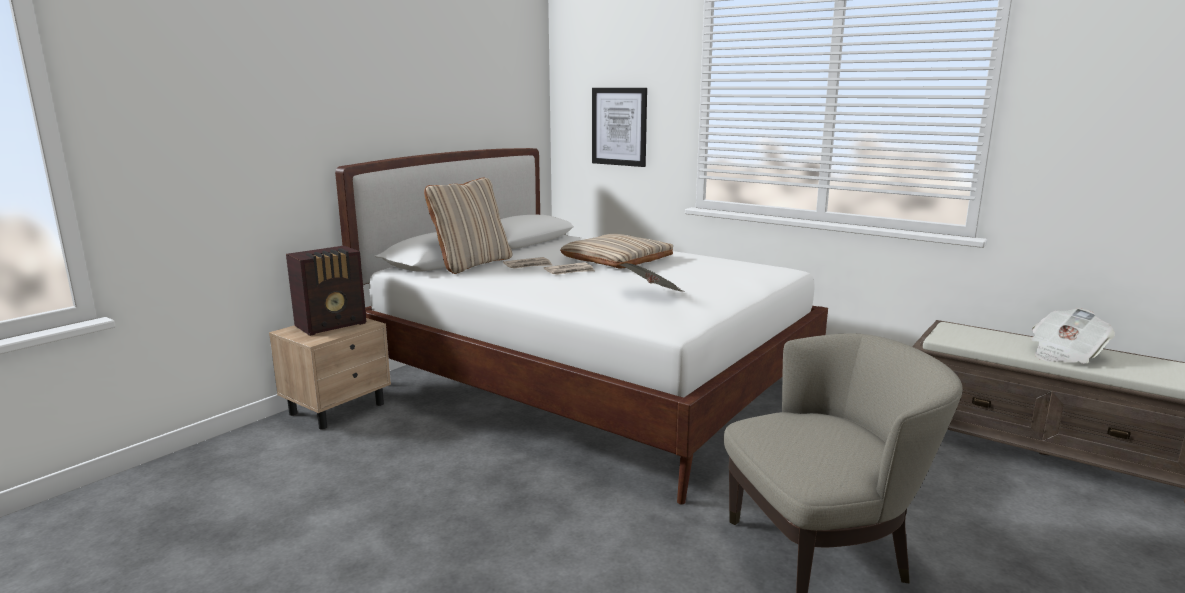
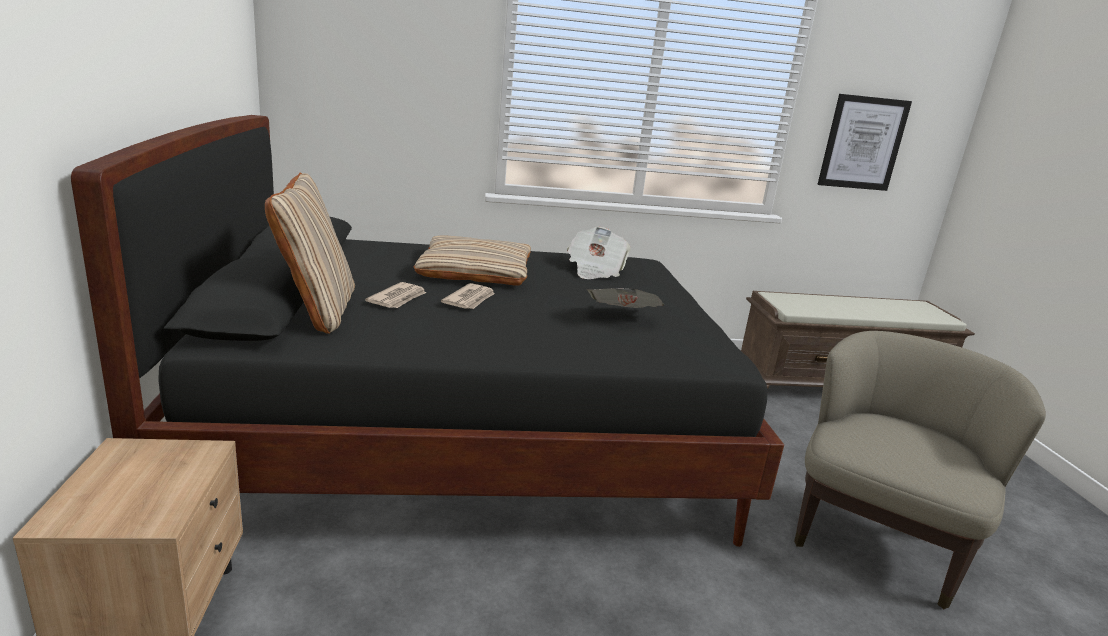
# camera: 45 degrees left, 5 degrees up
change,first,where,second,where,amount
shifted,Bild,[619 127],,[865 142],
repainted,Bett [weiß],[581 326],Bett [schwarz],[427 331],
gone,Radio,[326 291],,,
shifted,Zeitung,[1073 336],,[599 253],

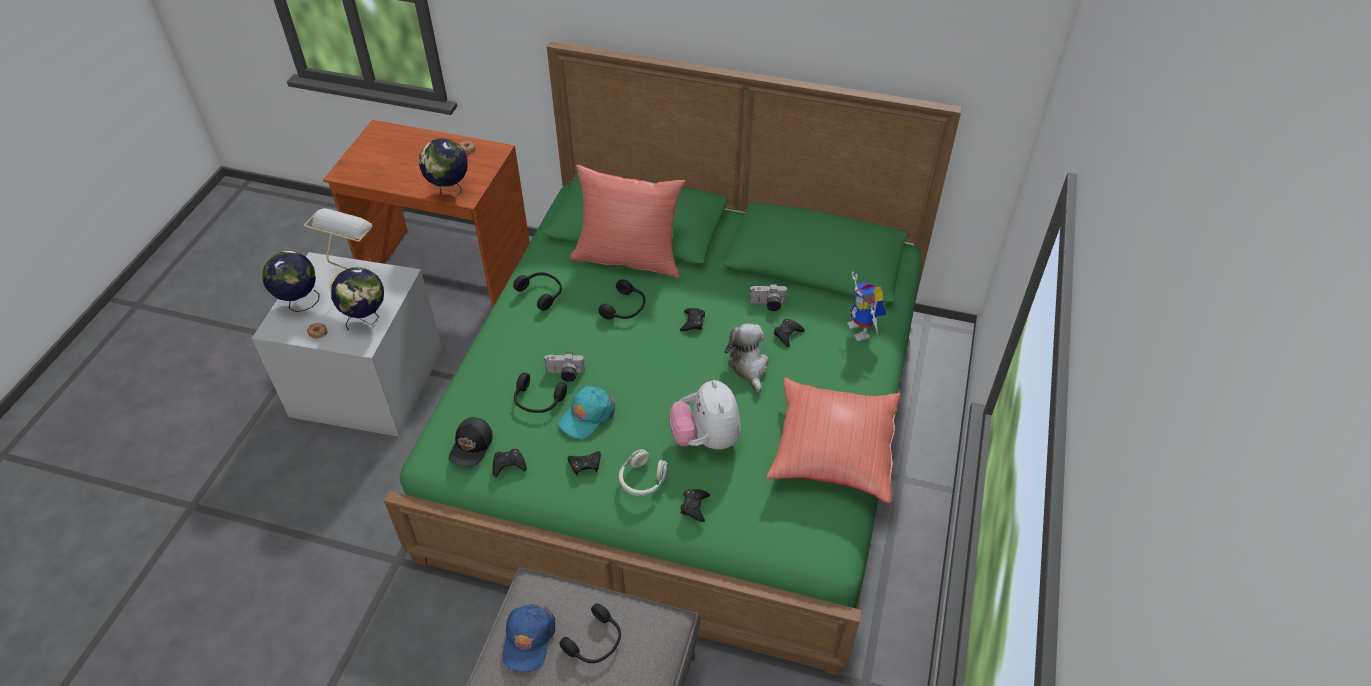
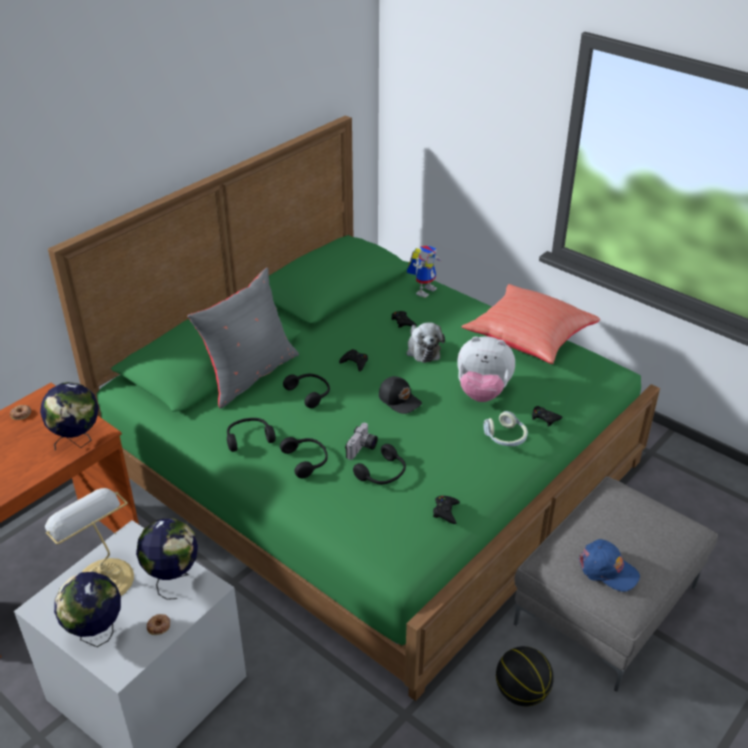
# camera: 65 degrees left, 10 degrees down
change,first,where,second,where,amount
repainted,Kissen [rot],[628 221],Kissen [grau],[243 338],
rotated,Spielzeugroboter,[866 307],,[424 271],60 degrees counterclockwise
gone,Kamera,[768 297],,,
rotated,Plüschtier,[747 358],,[425 342],120 degrees counterclockwise
gone,Kappe [türkis],[586 412],,,
shifted,Kappe [schwarz],[471 442],,[400 395],
gone,Gamepad [schwarz],[584 463],,,
shifted,Kopfhörer [schwarz],[590 633],,[304 457],
new,,,Basketball,[525 676],

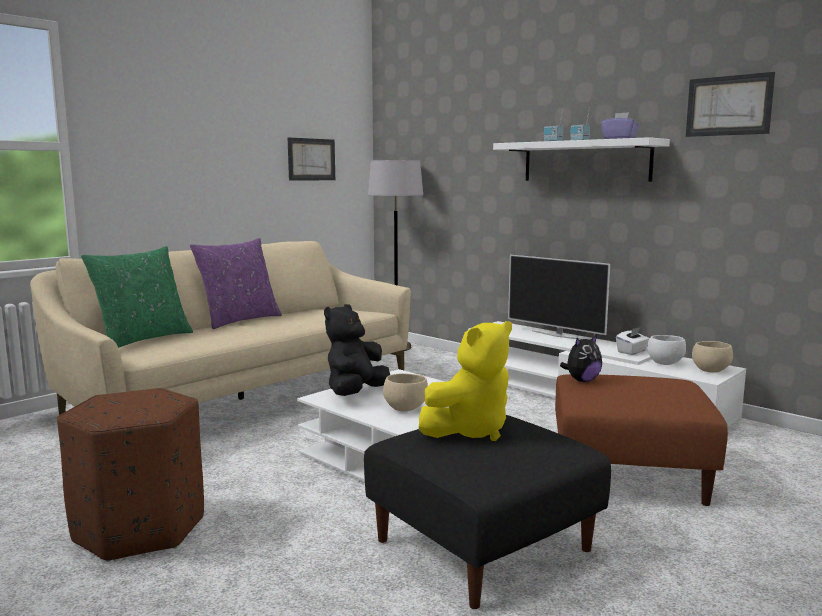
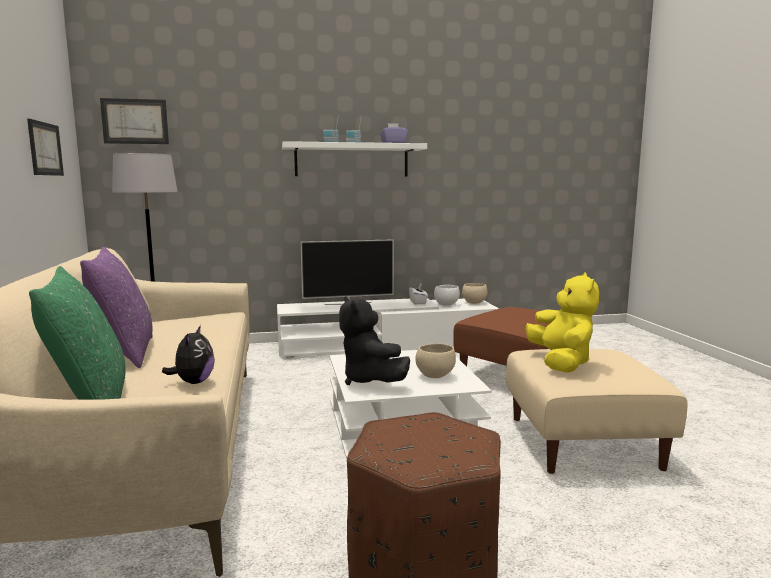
# camera: 55 degrees left, 0 degrees up
change,first,where,second,where,amount
shifted,Bild,[730 104],,[134 121],
shifted,Plüschtier,[581 358],,[188 354],
repainted,Polsterhocker [schwarz],[487 512],Polsterhocker [beige],[597 411],

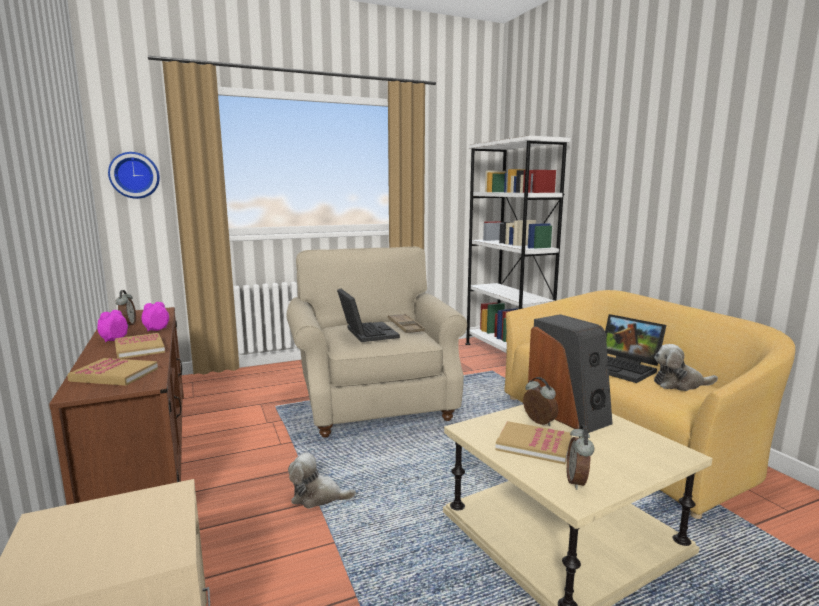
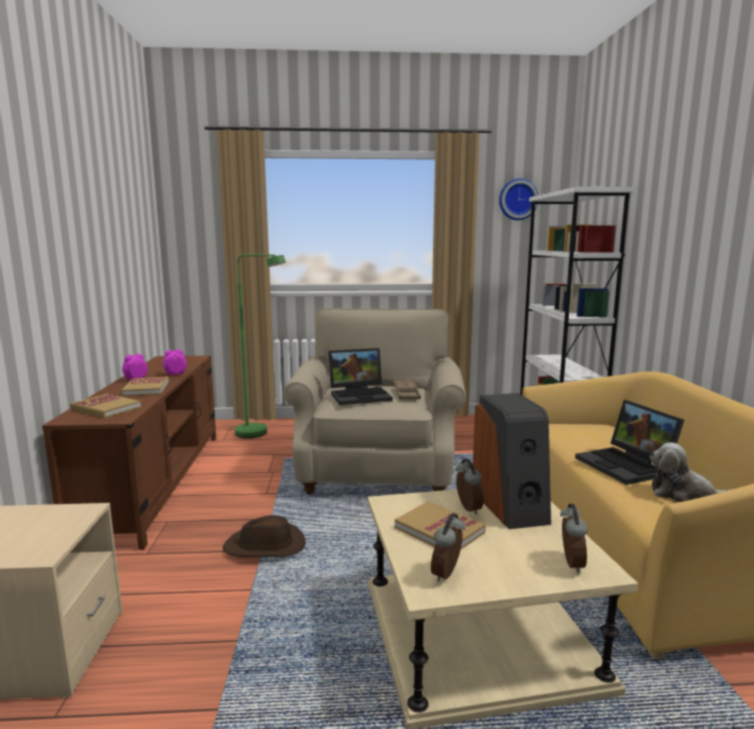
# camera: 20 degrees right, 0 degrees up
change,first,where,second,where,amount
shifted,Wanduhr,[134 175],,[518 199],
rotated,Laptop,[368 315],,[360 376],75 degrees clockwise
shifted,Wecker,[126 308],,[573 538],
swapped,Plüschtier,[322 481],Hut [braun],[264 536],
new,,,Stehlampe [grün],[260 346],

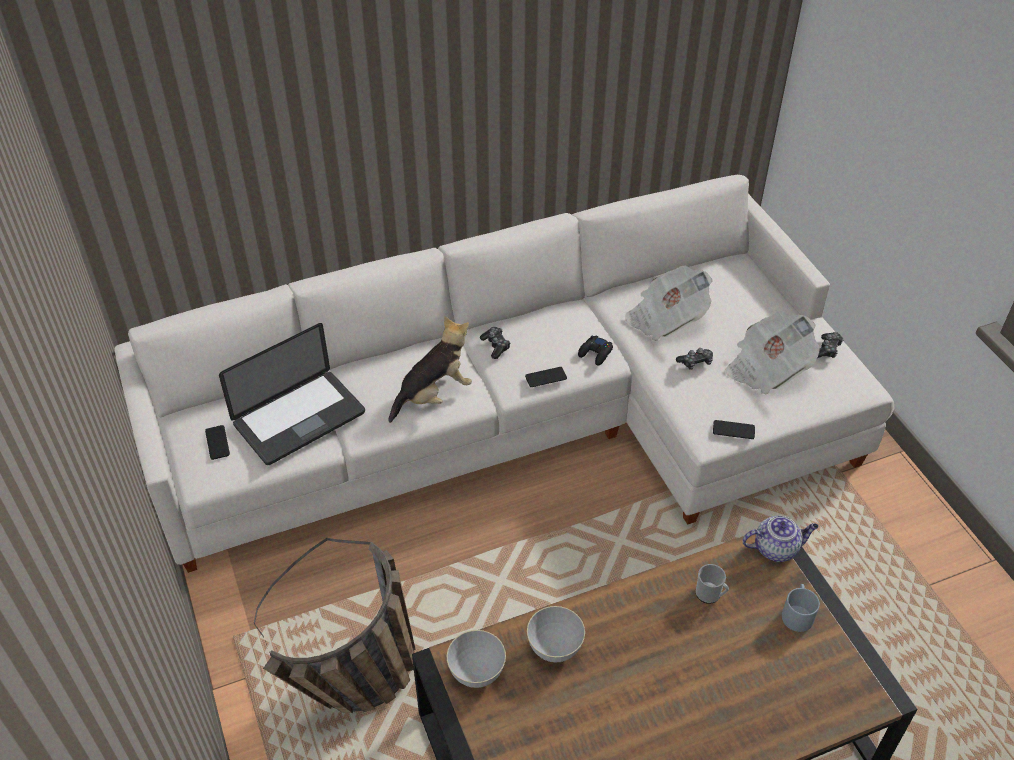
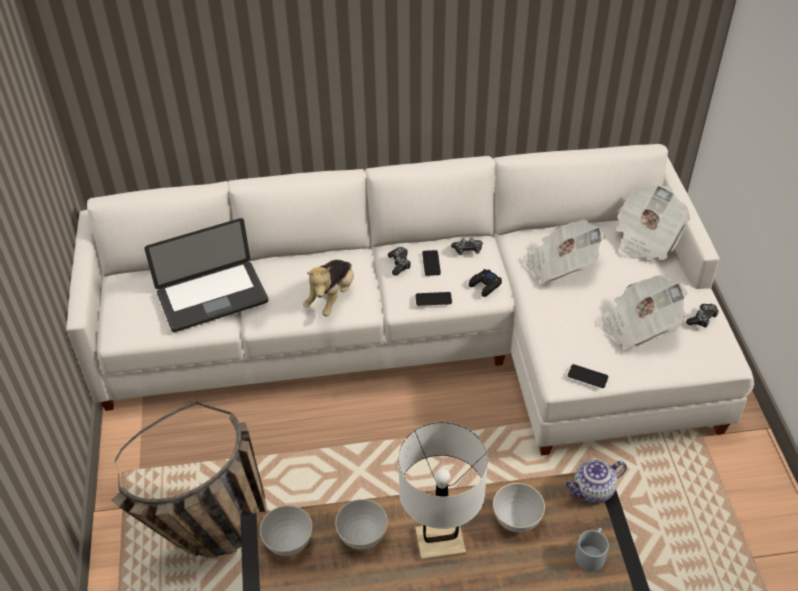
# camera: 15 degrees right, 0 degrees up
change,first,where,second,where,amount
rotated,Plüschtier,[430 370],,[328 288],135 degrees clockwise
shifted,Gamepad,[694 359],,[467 246],
shifted,Handy,[217 442],,[431 263],
rotated,Teekanne,[780 539],,[596 481],150 degrees clockwise
swapped,Henkelbecher,[712 584],Schüssel [grau],[519 508],
new,,,Zeitung,[653 222],
new,,,Tischlampe [weiß],[443 491],

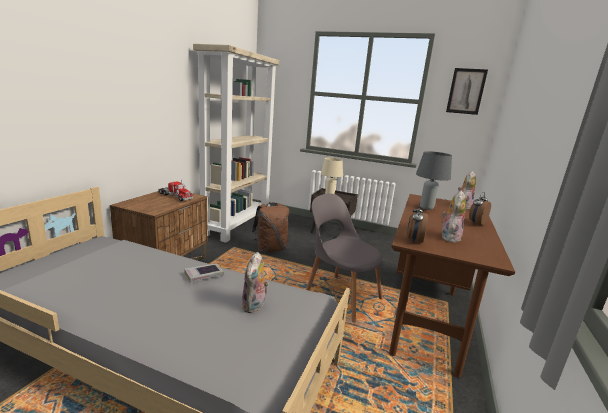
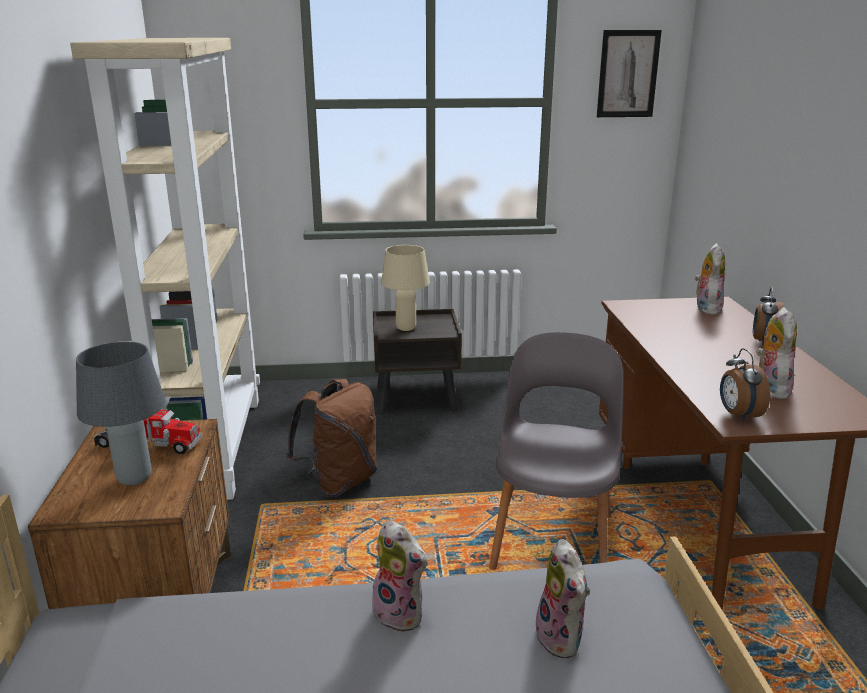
# camera: 25 degrees left, 5 degrees up
change,first,where,second,where,amount
shifted,Tischlampe [grau],[434 180],,[120 413],
rotated,Stuhl [grau],[344 258],,[556 451],90 degrees clockwise
swapped,Buch,[204 272],Plüschtier,[400 576],

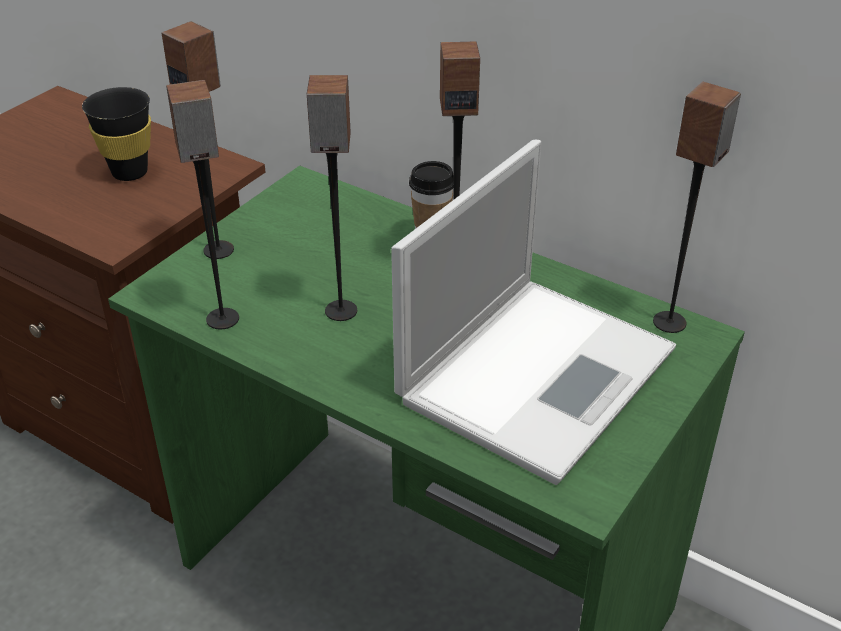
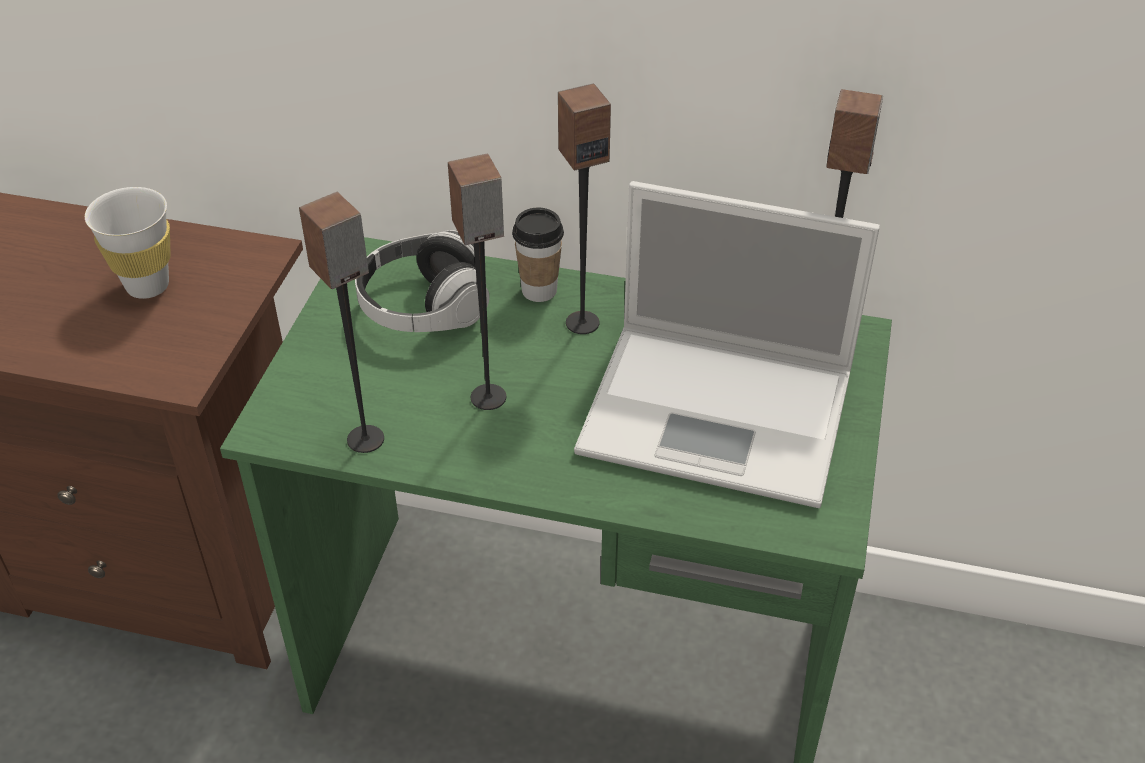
# camera: 20 degrees left, 5 degrees up
change,first,where,second,where,amount
gone,Lautsprecher,[198 140],,,
repainted,Tasse [schwarz],[116 134],Tasse [weiß],[128 243],
rotated,Laptop,[533 312],,[727 344],90 degrees clockwise
new,,,Kopfhörer,[422 281],

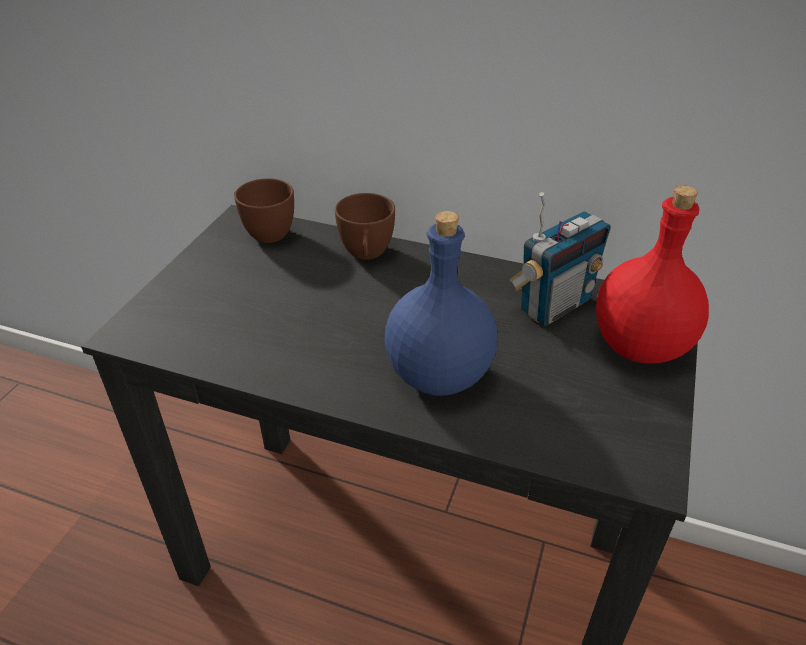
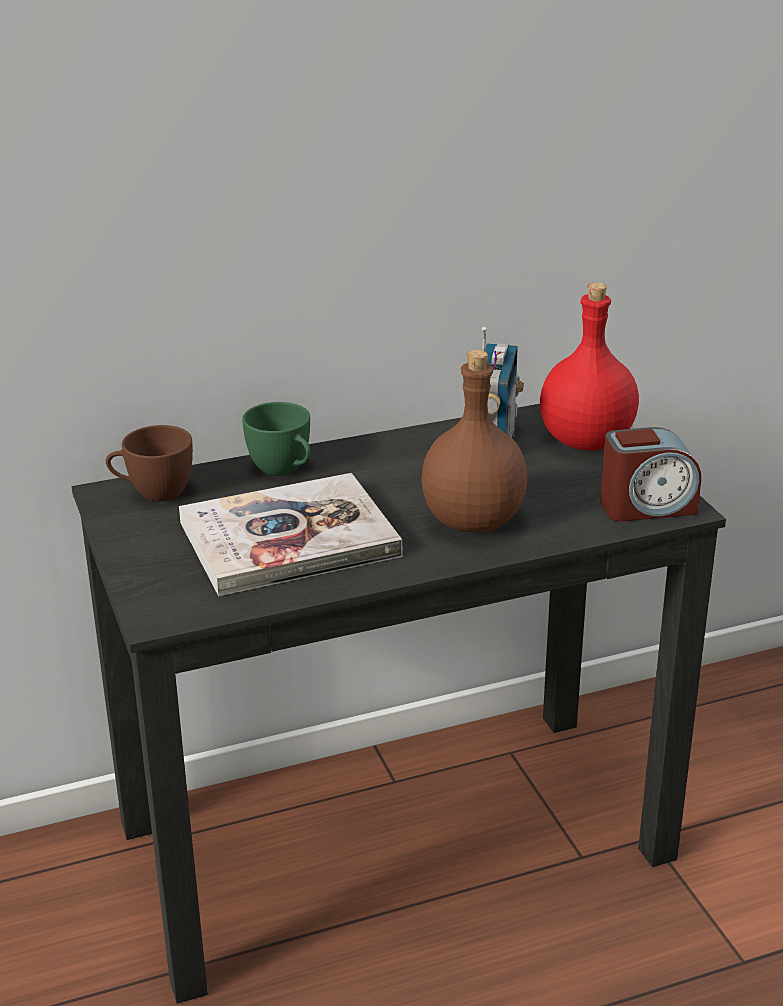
# camera: 40 degrees left, 10 degrees down
change,first,where,second,where,amount
repainted,Tasse [braun],[365 226],Tasse [grün],[276 439],
repainted,Flasche [blau],[441 303],Flasche [braun],[474 441],
new,,,Wecker,[650 474],
new,,,Buch,[290 534],

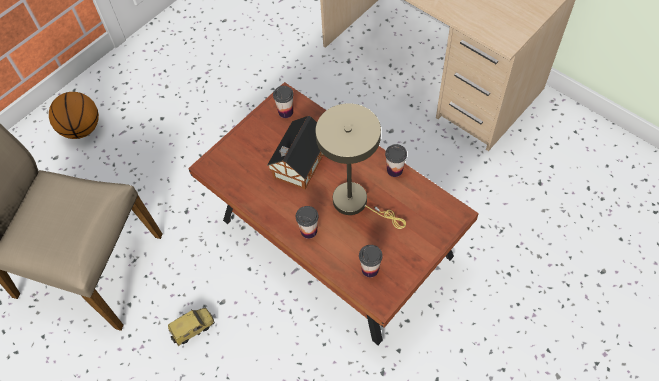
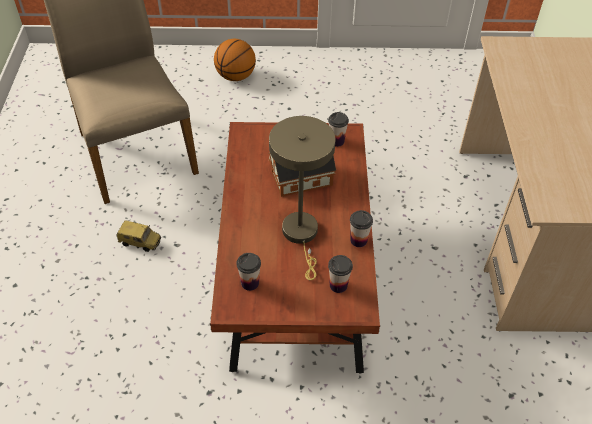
# camera: 45 degrees right, 10 degrees down
change,first,where,second,where,amount
shifted,Tasse,[307 222],,[340 274],

